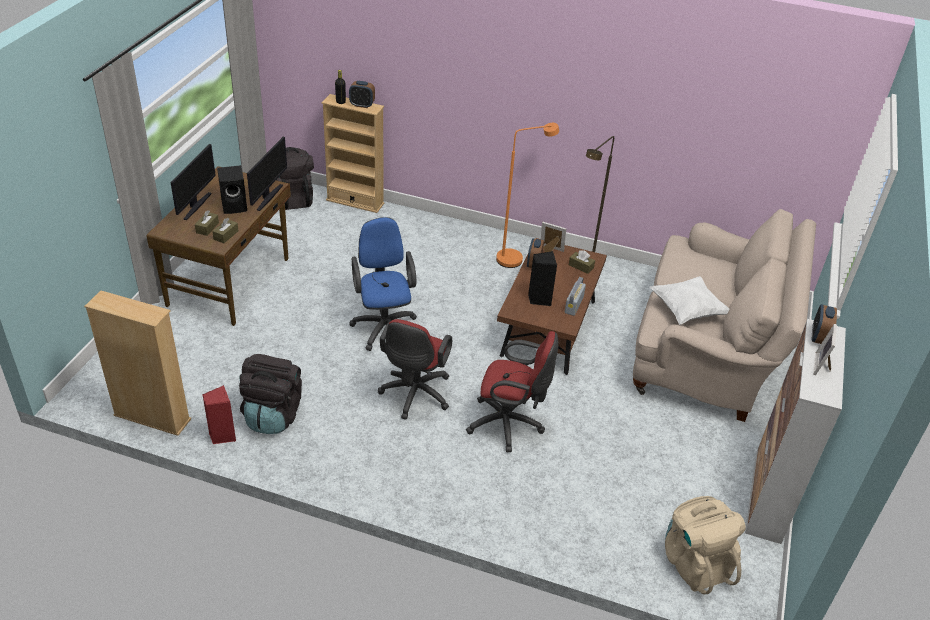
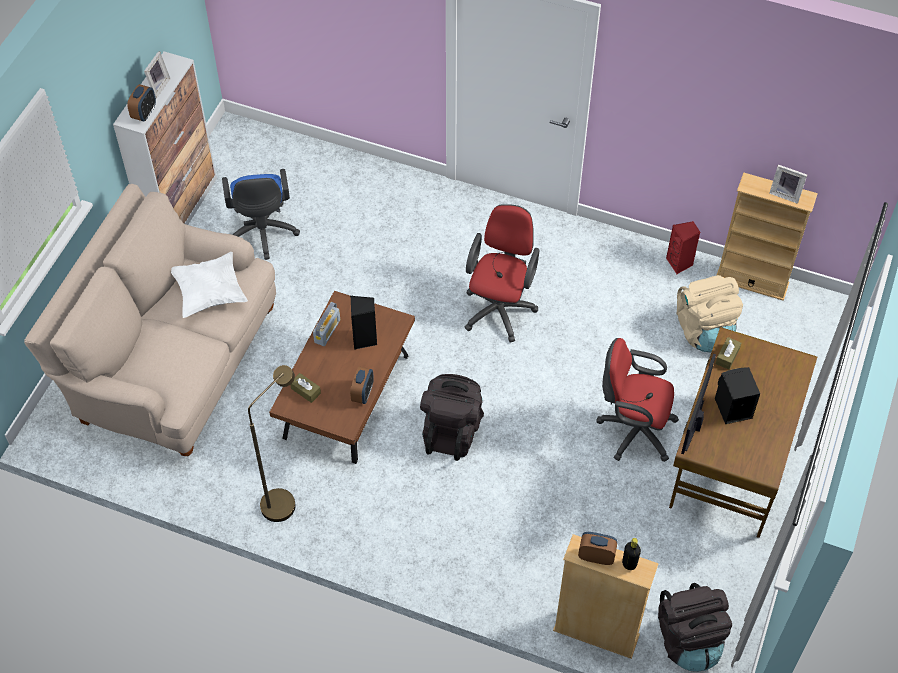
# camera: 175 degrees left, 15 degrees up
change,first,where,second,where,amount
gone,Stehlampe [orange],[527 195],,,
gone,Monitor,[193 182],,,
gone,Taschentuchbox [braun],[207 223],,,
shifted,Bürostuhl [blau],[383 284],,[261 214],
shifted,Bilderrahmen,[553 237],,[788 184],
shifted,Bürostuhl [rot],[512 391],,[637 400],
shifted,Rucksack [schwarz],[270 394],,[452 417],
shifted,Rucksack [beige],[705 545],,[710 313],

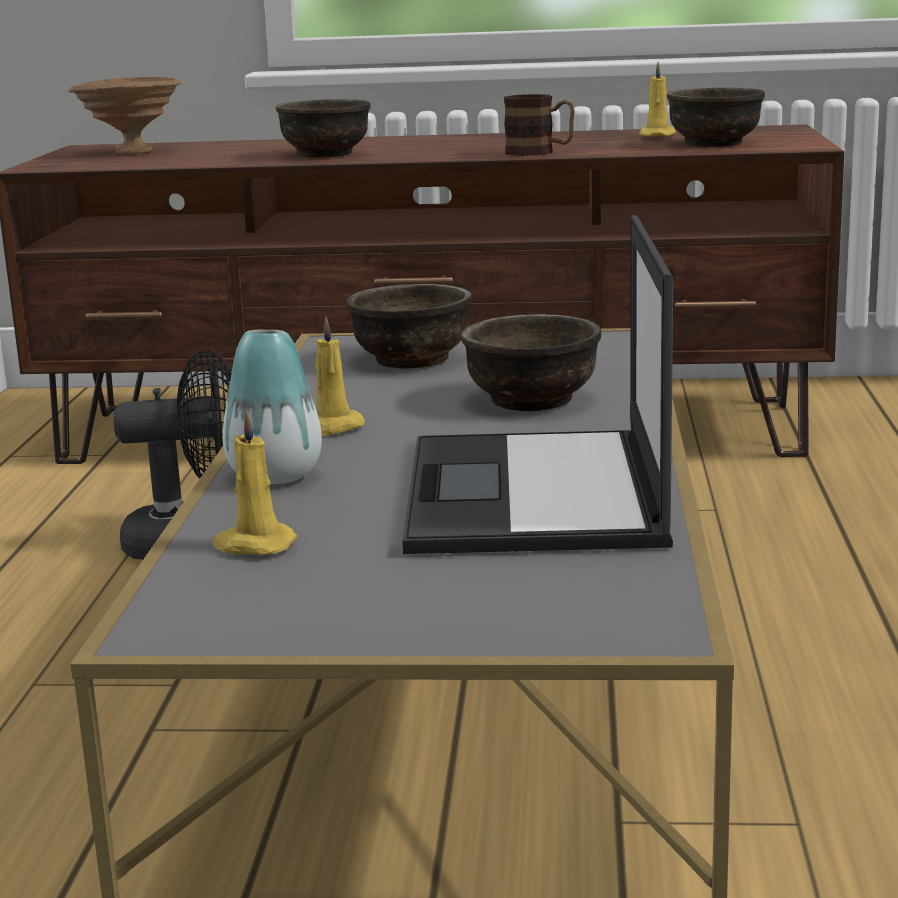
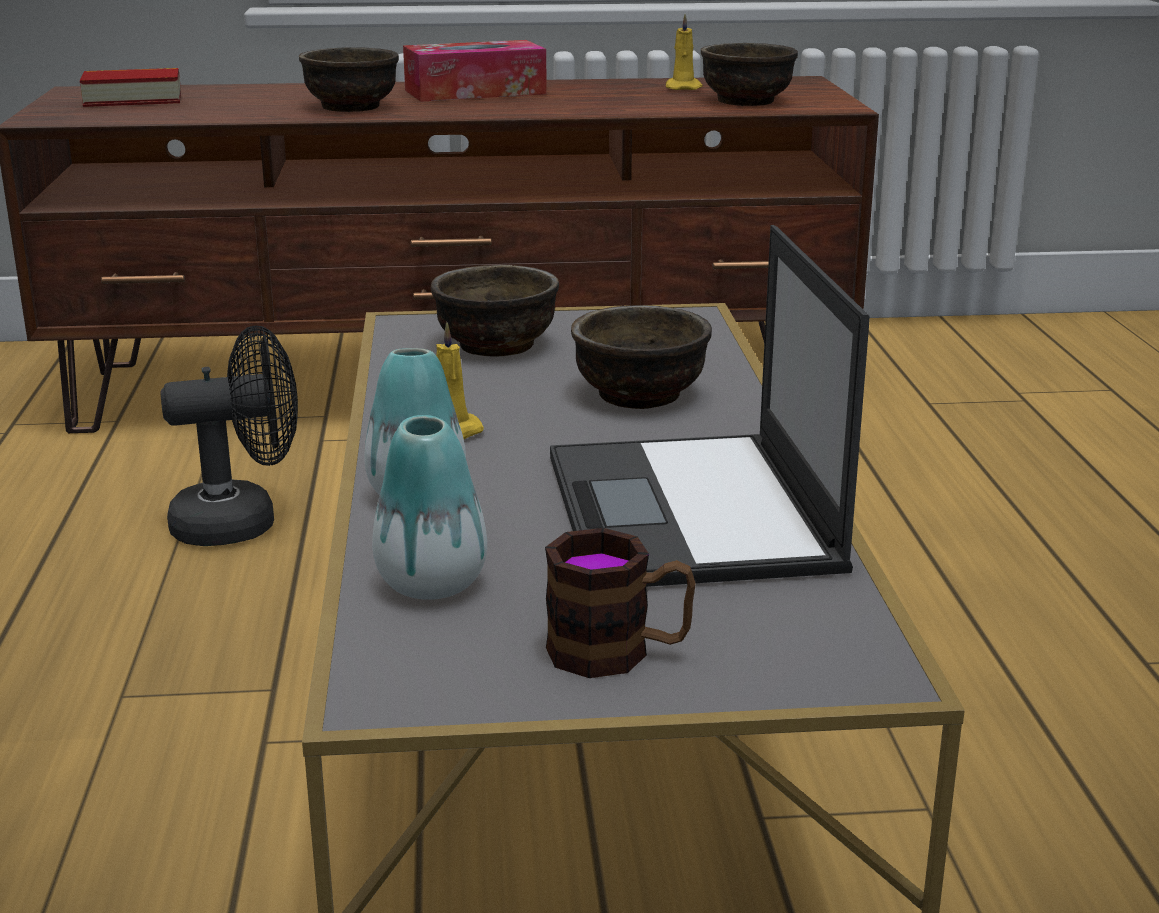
# camera: 10 degrees left, 5 degrees up
change,first,where,second,where,amount
swapped,Schüssel [braun],[125 115],Buch,[130 87],
shifted,Henkelbecher,[539 125],,[620 603],
swapped,Kerze [gelb],[255 482],Vase,[429 507],
new,,,Taschentuchbox,[475 71],

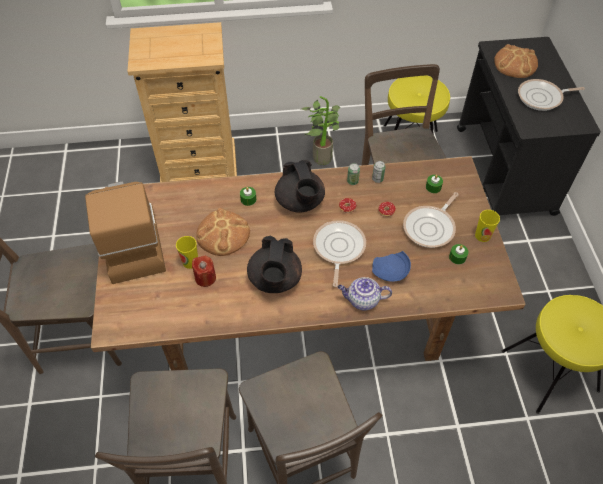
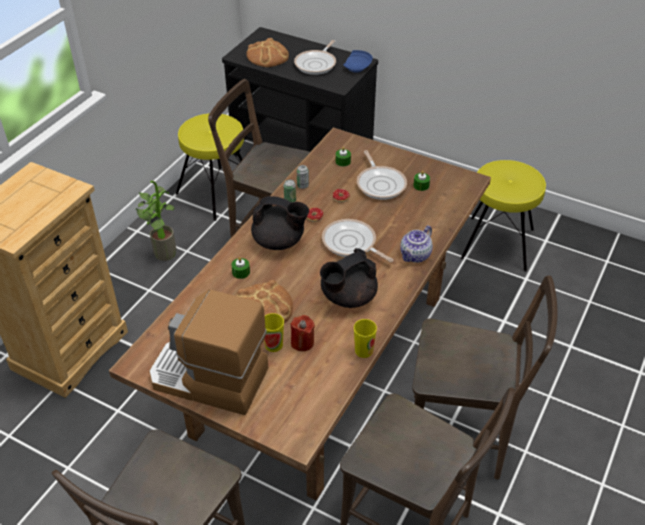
# camera: 55 degrees left, 10 degrees down
change,first,where,second,where,amount
shifted,Tasse,[487 226],,[365 338],
rotated,Teekanne [schwarz],[274 264],,[349 278],105 degrees clockwise
shifted,Teller [blau],[391 266],,[358 61],

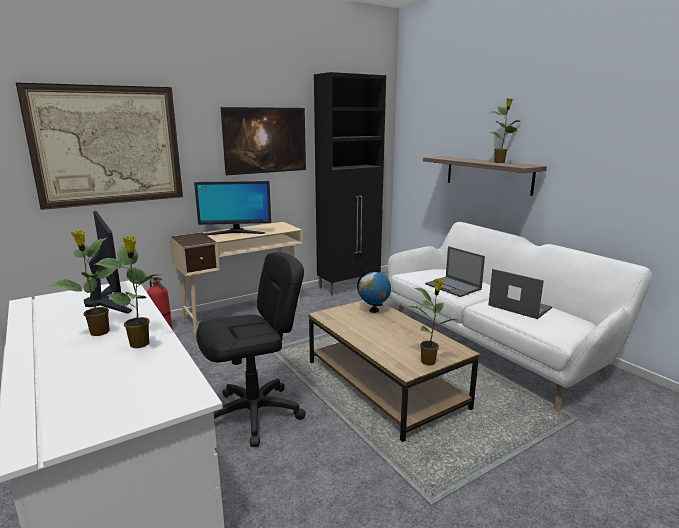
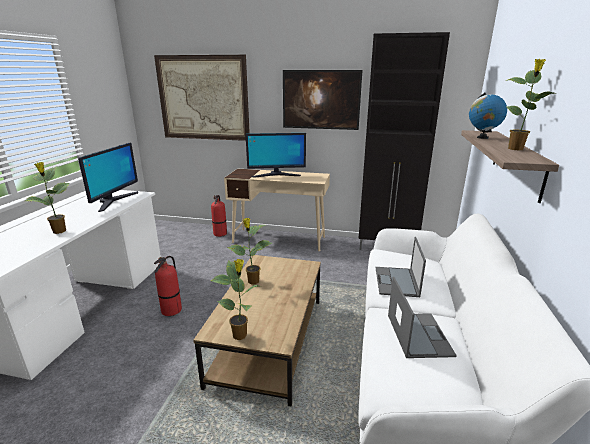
# camera: 45 degrees right, 5 degrees up
change,first,where,second,where,amount
rotated,Monitor,[232 208],,[276 155],45 degrees counterclockwise
shifted,Topfpflanze,[83 283],,[249 251],
swapped,Bürostuhl [schwarz],[251 349],Feuerlöscher,[168 286],
shifted,Globus,[374 291],,[488 115],

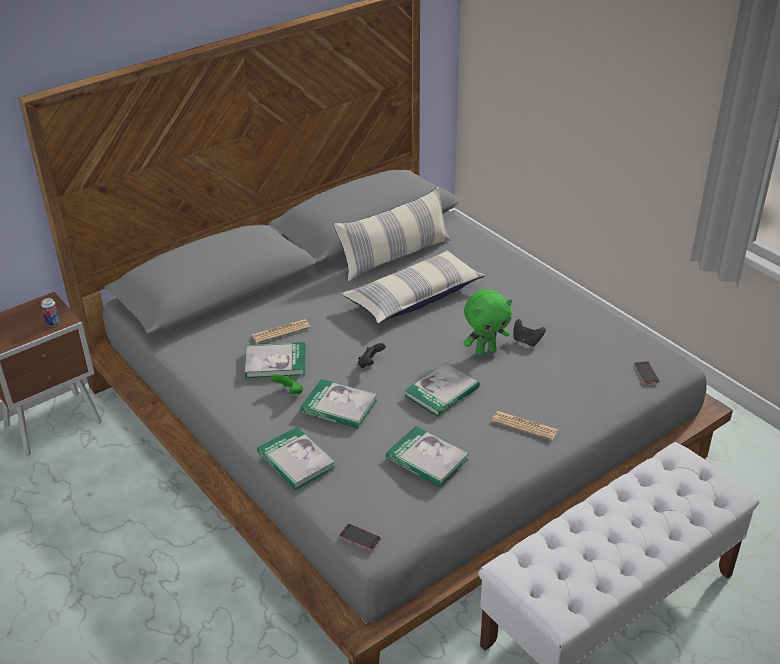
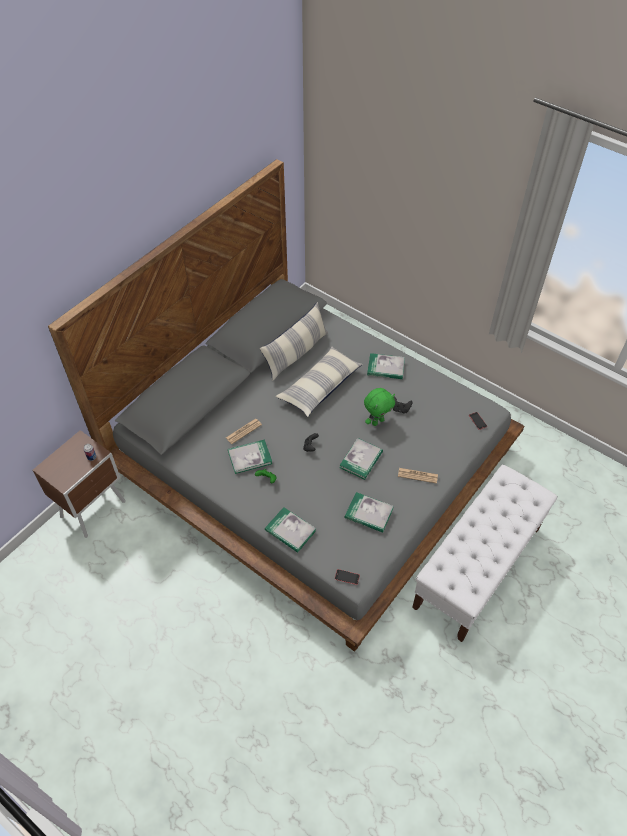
# camera: 15 degrees left, 15 degrees up
change,first,where,second,where,amount
shifted,Buch,[338 404],,[386 366],

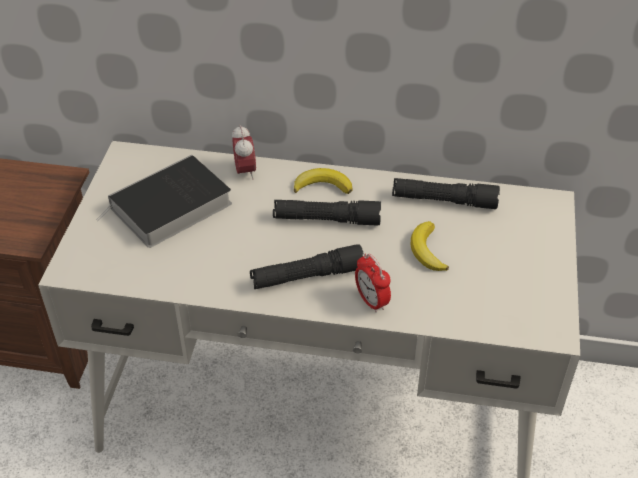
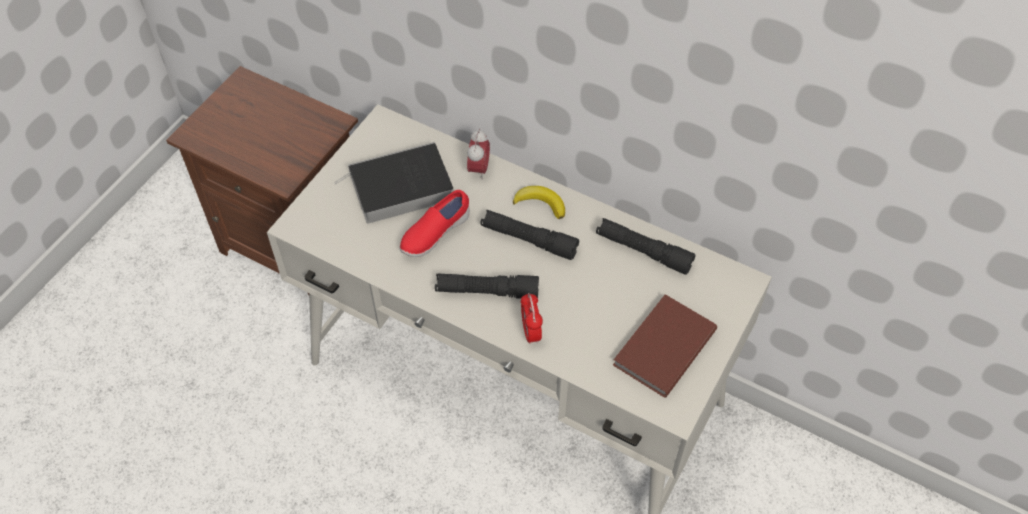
# camera: 20 degrees right, 10 degrees up
change,first,where,second,where,amount
gone,Banane,[430 246],,,
new,,,Schuh [rot],[434 223],
new,,,Buch [braun],[665 346],

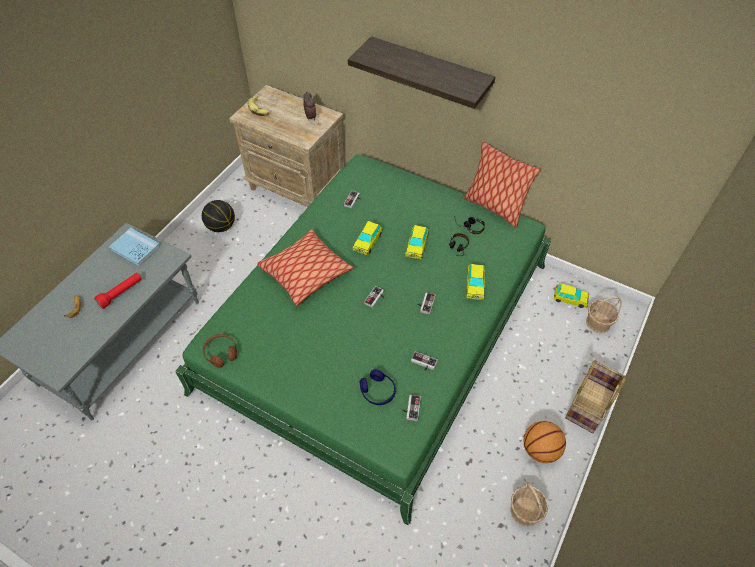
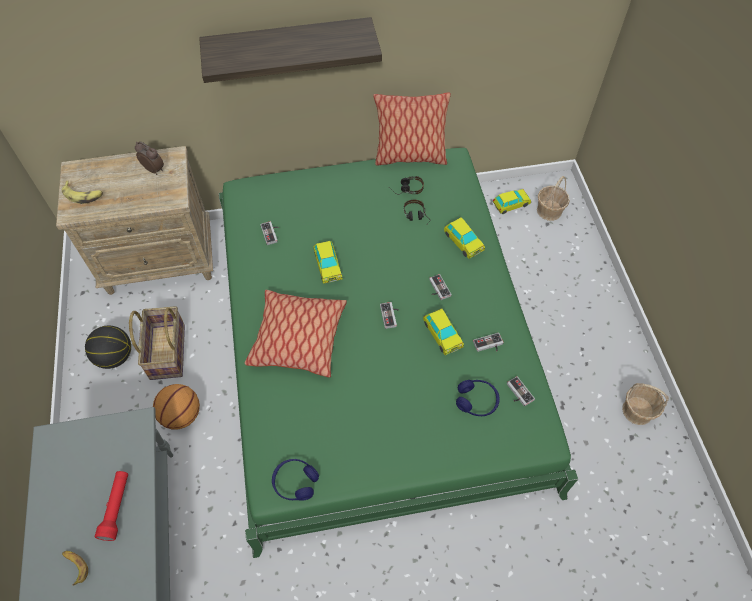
# camera: 40 degrees left, 5 degrees up
change,first,where,second,where,amount
shifted,Spielzeugauto,[417 242],,[443 332],
gone,Buch [blau],[135 247],,,
repainted,Kopfhörer [braun],[220 351],Kopfhörer [blau],[295 480],
shifted,Korb,[595 396],,[157 343],
shifted,Basketball,[544 442],,[176 406],

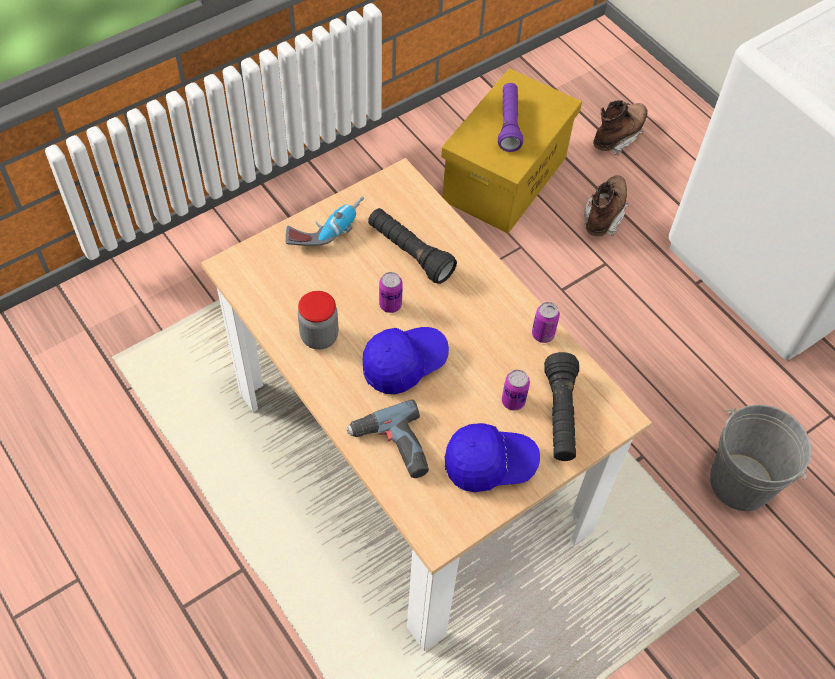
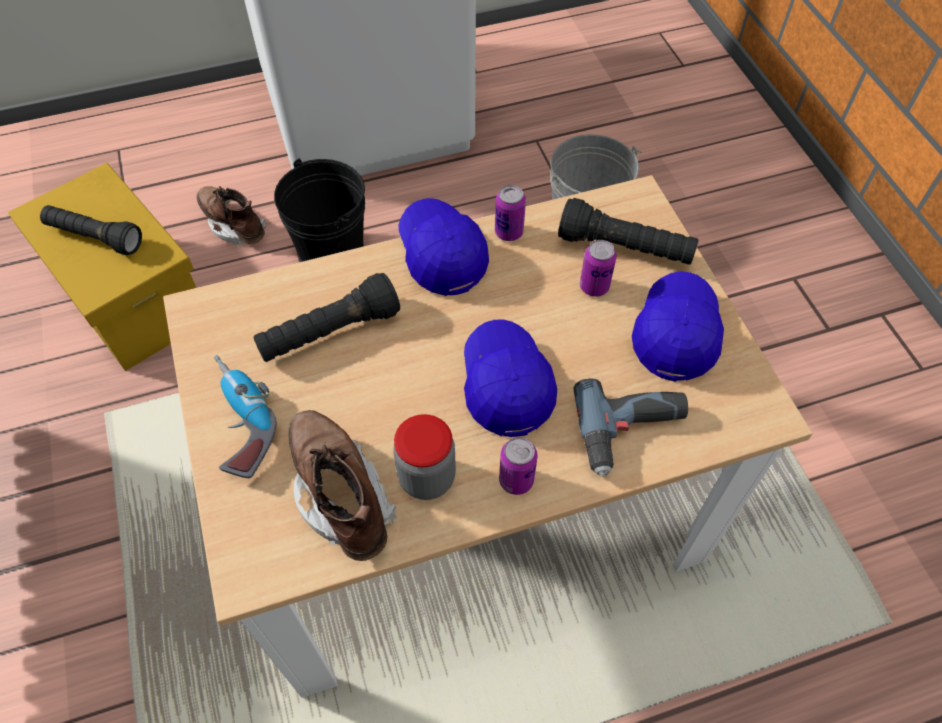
# camera: 70 degrees left, 0 degrees up
change,first,where,second,where,amount
repainted,Taschenlampe [lila],[510 117],Taschenlampe [schwarz],[91 230],
shifted,Stiefel [braun],[620 127],,[342 485],
shifted,Dose,[391 292],,[518 466],
new,,,Eimer [schwarz],[319 210],
new,,,Kappe [blau],[443 247],

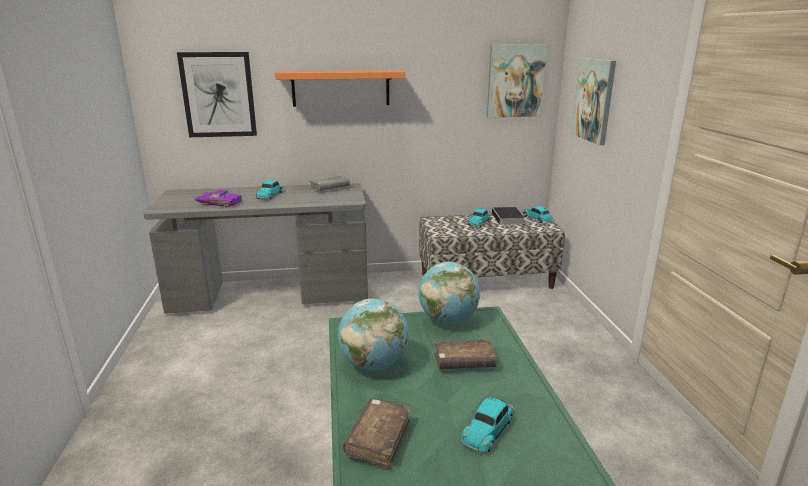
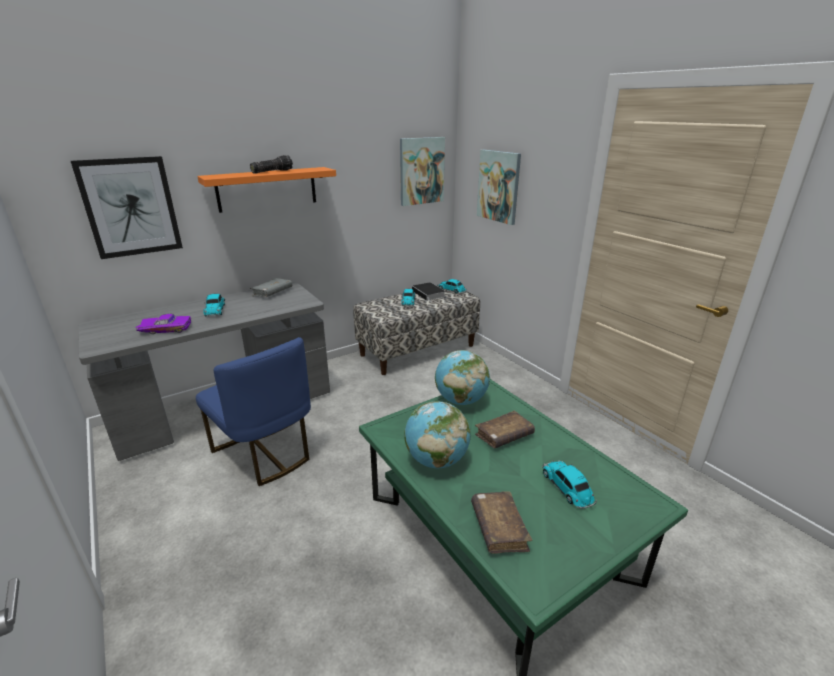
# camera: 25 degrees left, 5 degrees up
change,first,where,second,where,amount
rotated,Spielzeugauto,[488 424],,[569 484],150 degrees clockwise
new,,,Taschenlampe,[271 164],
new,,,Stuhl [blau],[253 411],

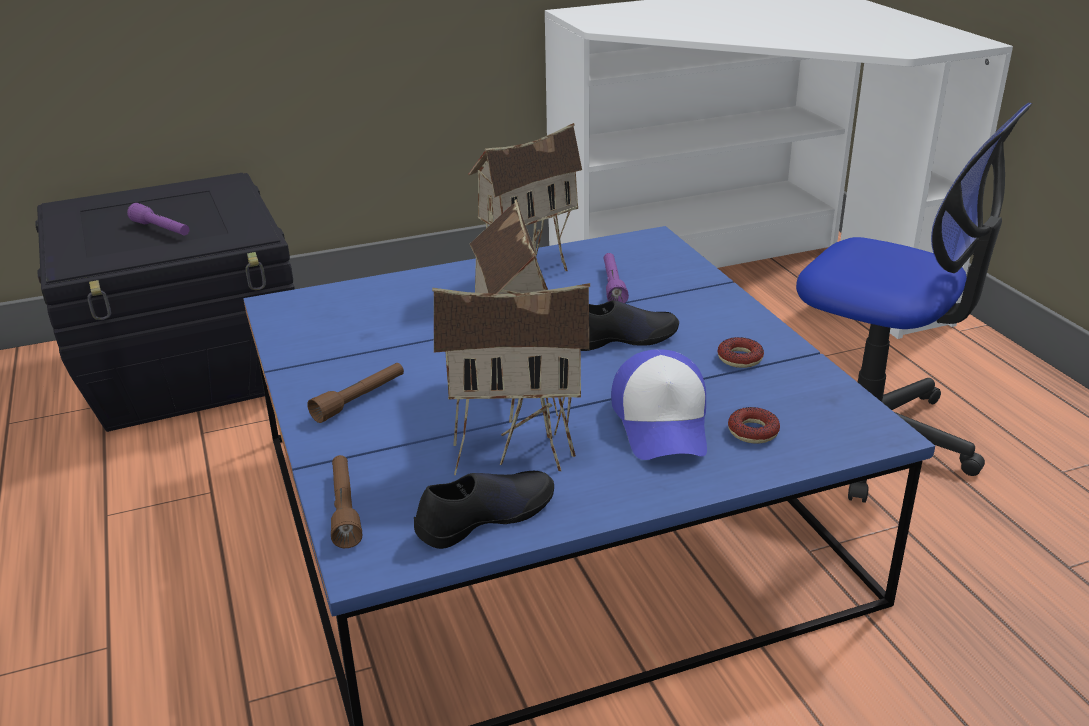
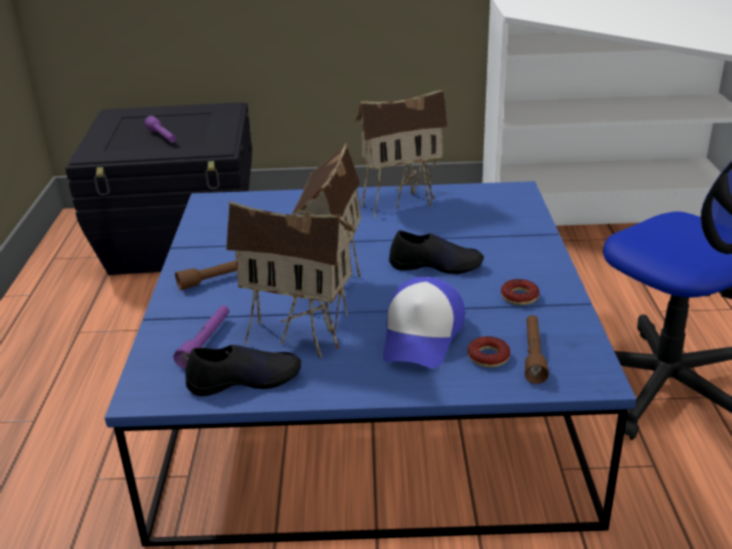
# camera: 20 degrees right, 0 degrees up
change,first,where,second,where,amount
shifted,Taschenlampe [lila],[616 278],,[201 337],
shifted,Taschenlampe [braun],[346 501],,[537 349],

